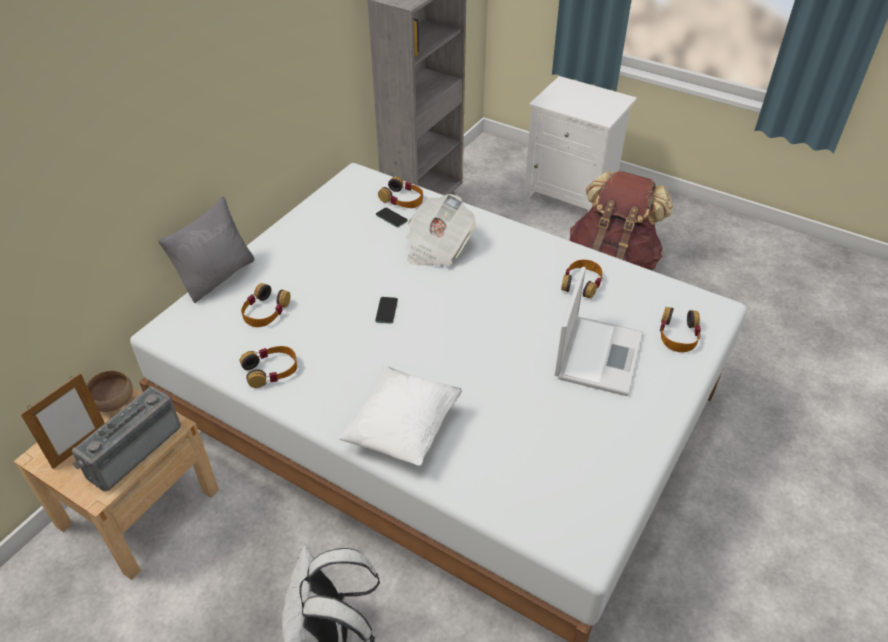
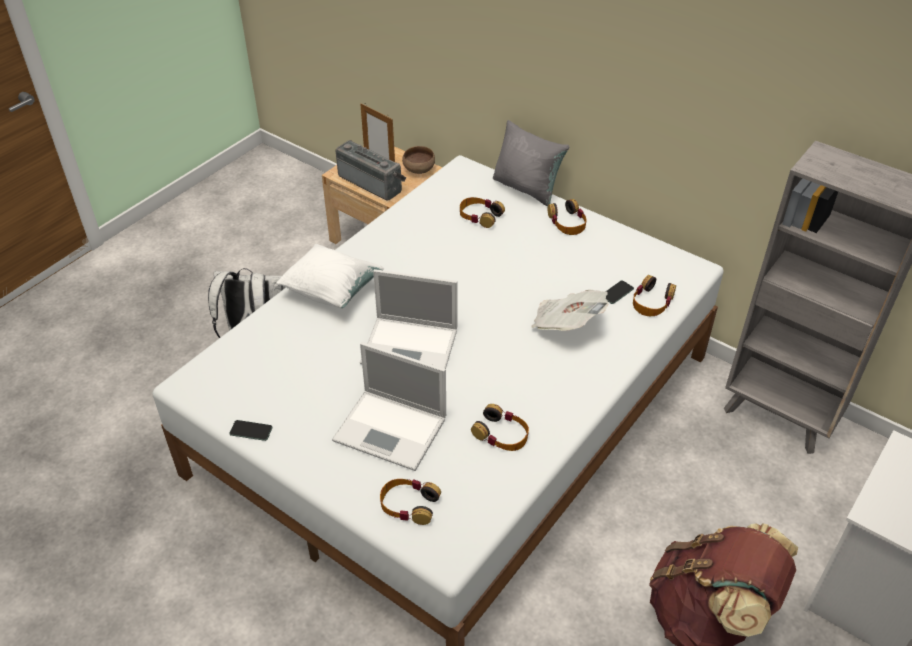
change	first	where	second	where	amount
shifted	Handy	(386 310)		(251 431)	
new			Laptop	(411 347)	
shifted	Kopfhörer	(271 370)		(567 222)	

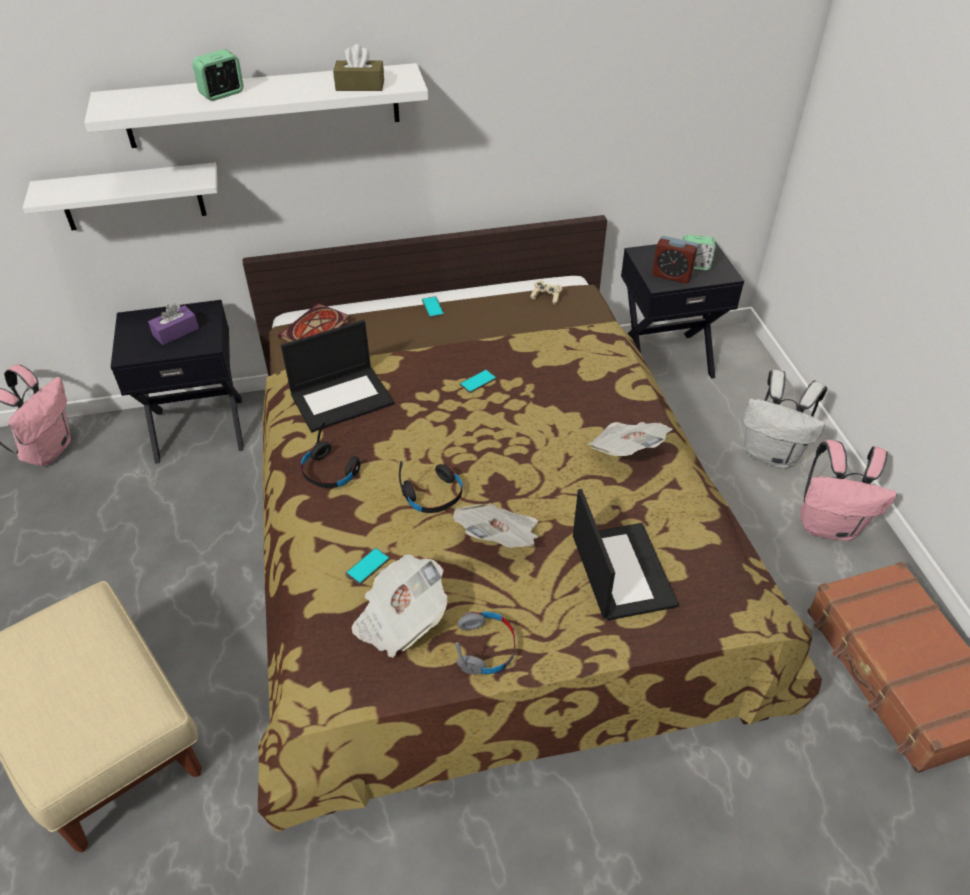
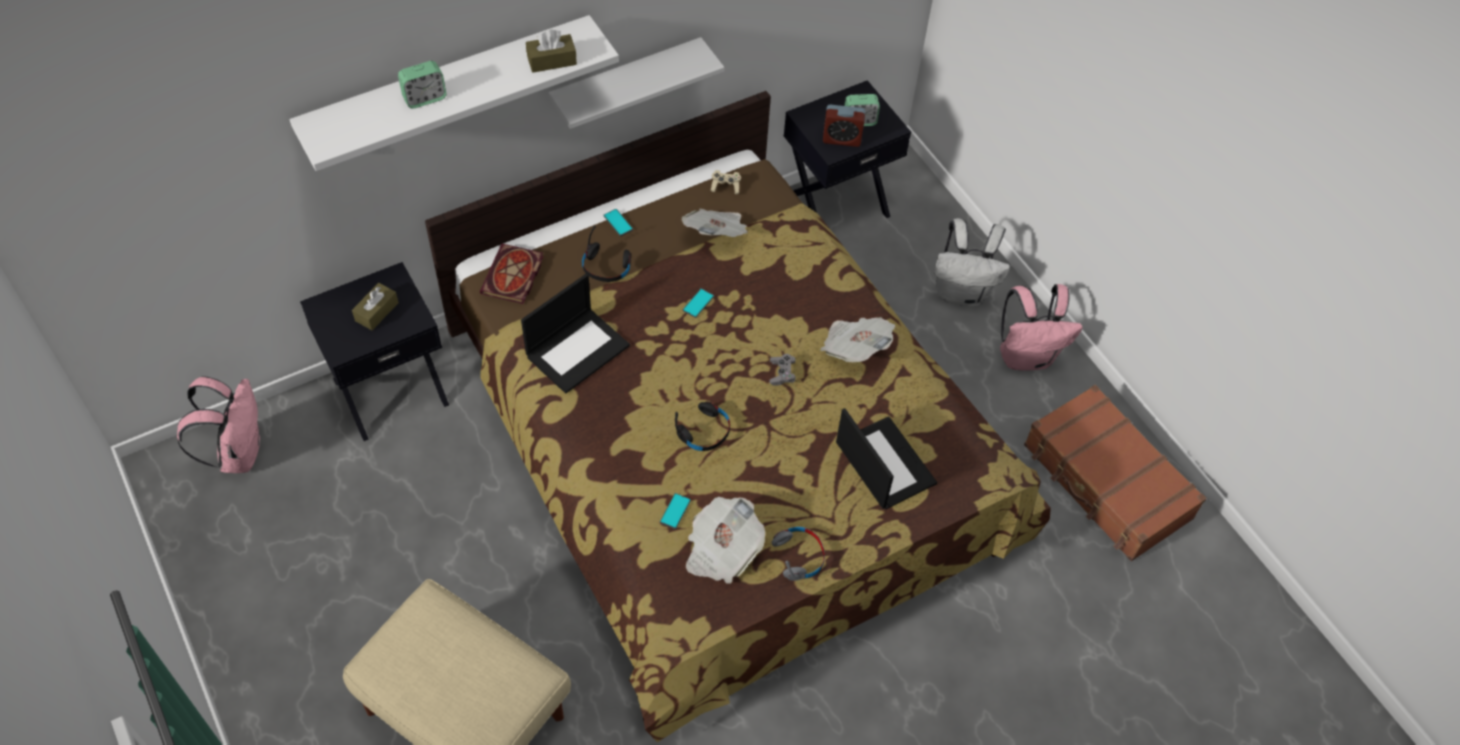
change	first	where	second	where	amount
repainted	Taschentuchbox [lila]	(176 332)	Taschentuchbox [braun]	(376 312)	
rotated	Wecker	(222 94)		(424 98)	150 degrees counterclockwise
shifted	Wandregal [weiß]	(132 197)		(626 83)	
shifted	Kopfhörer [schwarz]	(329 472)		(606 267)	
shifted	Zeitung	(499 539)		(716 234)	
new			Gamepad [grau]	(782 373)	

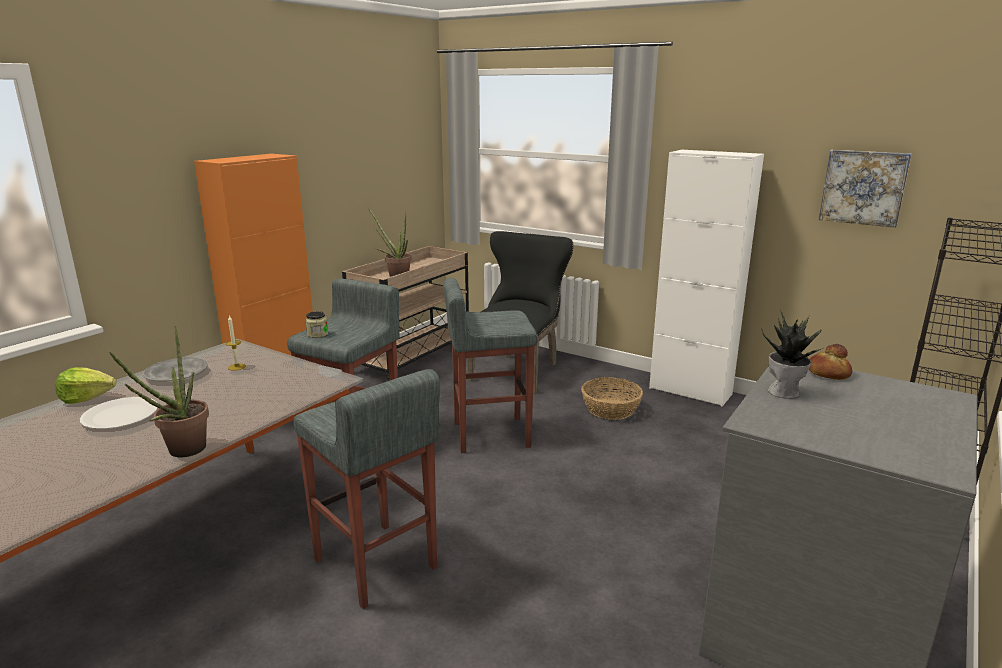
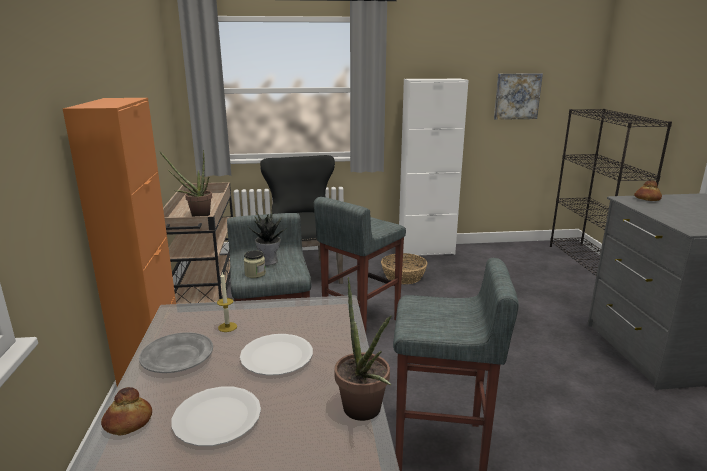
change	first	where	second	where	amount
swapped	Salatkopf	(87 398)	Brot	(128 422)	
new			Teller [weiß]	(277 356)	
shifted	Topfpflanze	(784 392)		(269 261)	

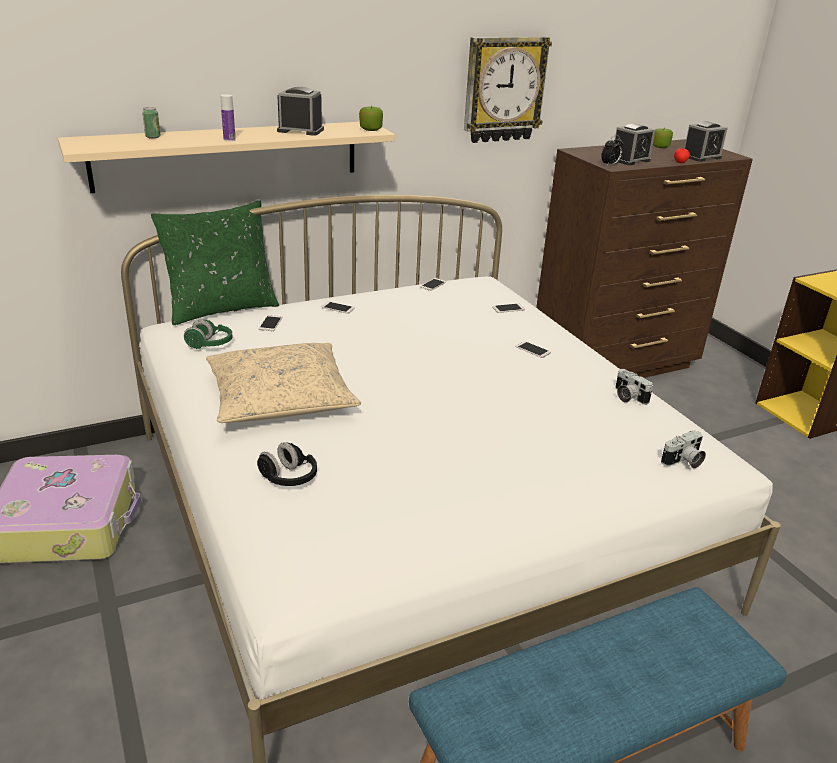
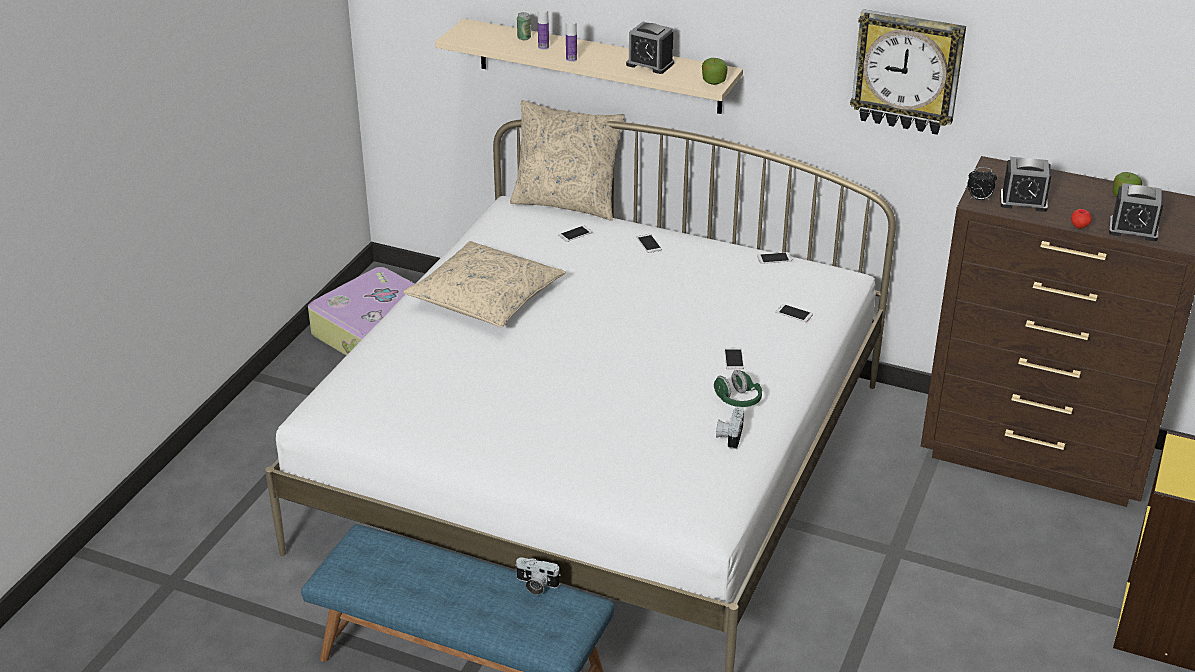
change	first	where	second	where	amount
repainted	Kissen [grün]	(221 308)	Kissen [beige]	(567 203)	
shifted	Kamera	(683 461)		(536 585)	
new			Flasche	(543 47)	
rotated	Wecker	(300 130)		(650 64)	150 degrees clockwise
shifted	Kopfhörer [grün]	(209 345)		(737 400)	
gone	Kopfhörer [schwarz]	(288 478)			

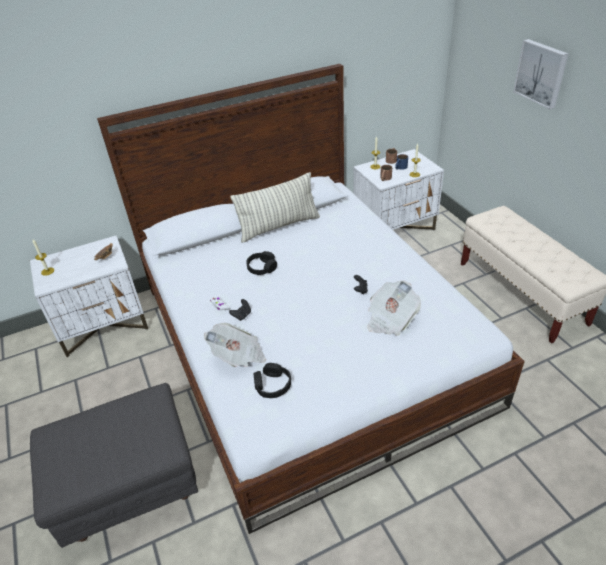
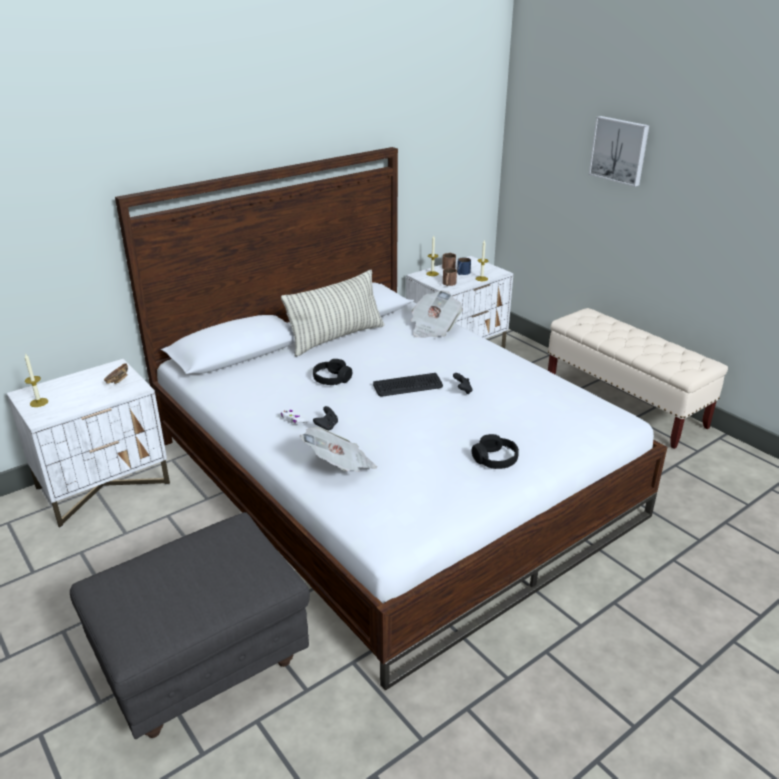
change	first	where	second	where	amount
new			Tastatur	(408 386)	
shifted	Zeitung	(390 319)		(433 328)	
shifted	Kopfhörer [schwarz]	(272 385)		(495 459)	

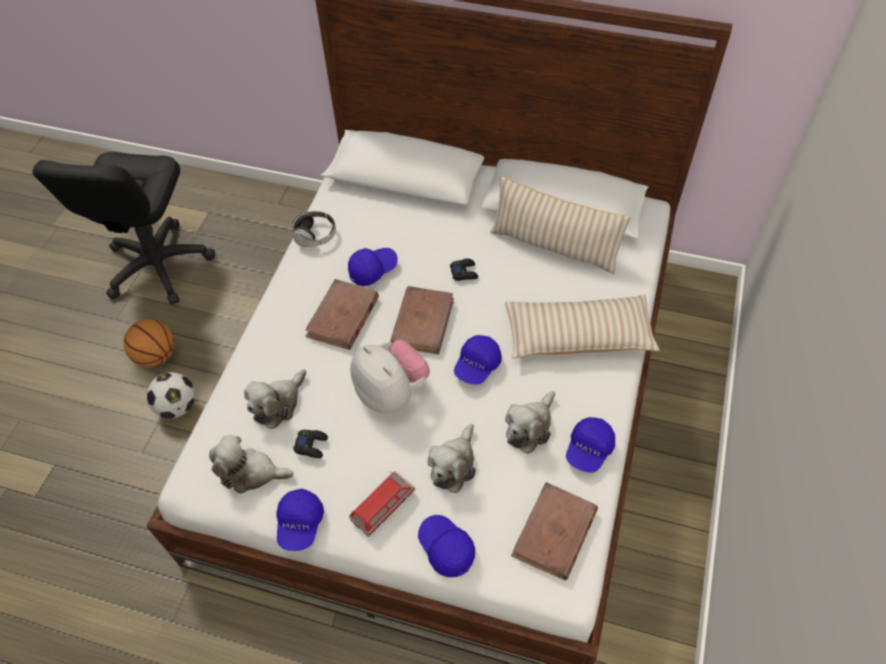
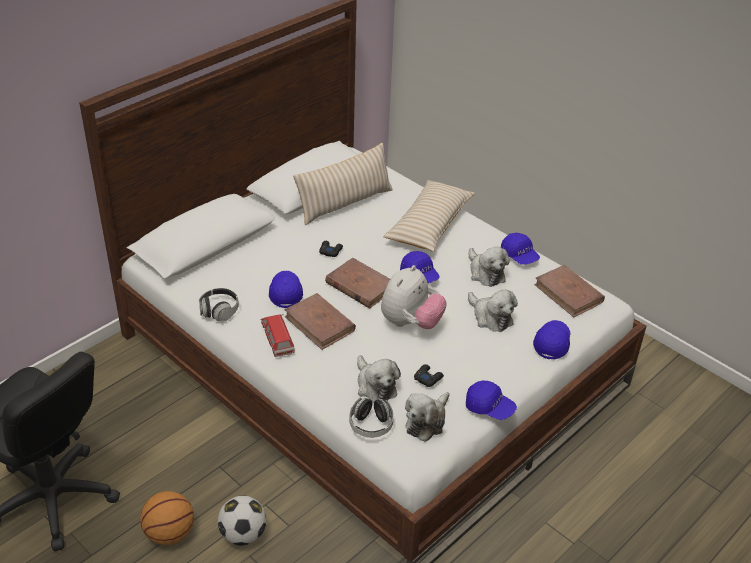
change	first	where	second	where	amount
shifted	Spielzeugauto	(383 506)		(278 340)	
new			Kopfhörer	(371 425)	
rotated	Plüschtier	(391 392)		(410 323)	135 degrees clockwise
rotated	Kappe [blau]	(446 548)		(552 343)	120 degrees clockwise

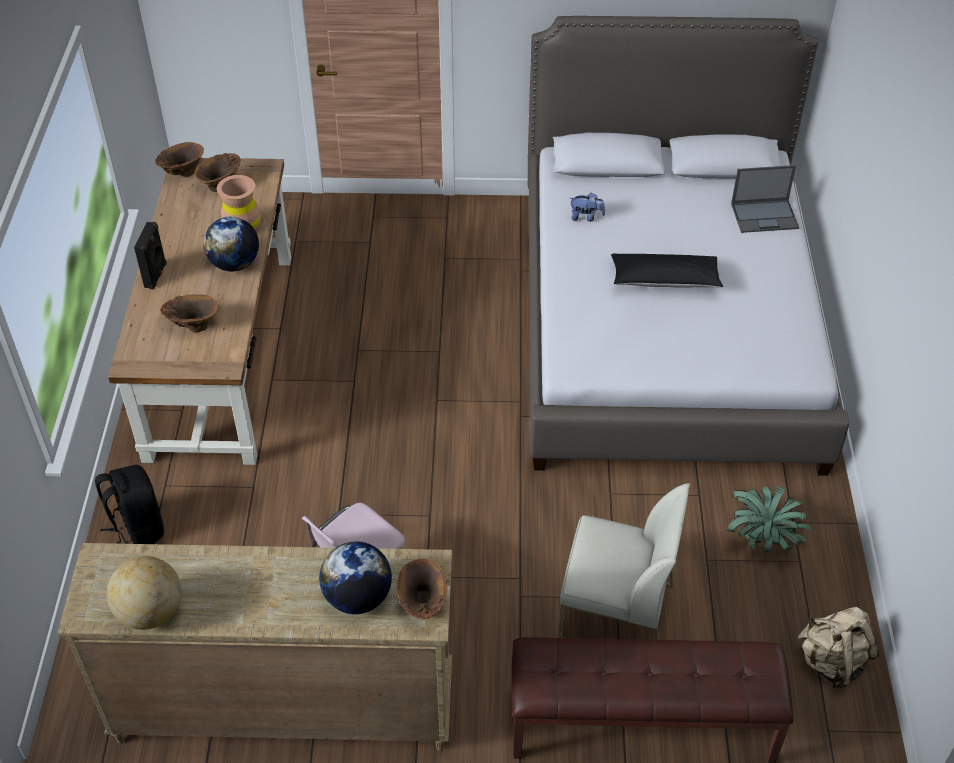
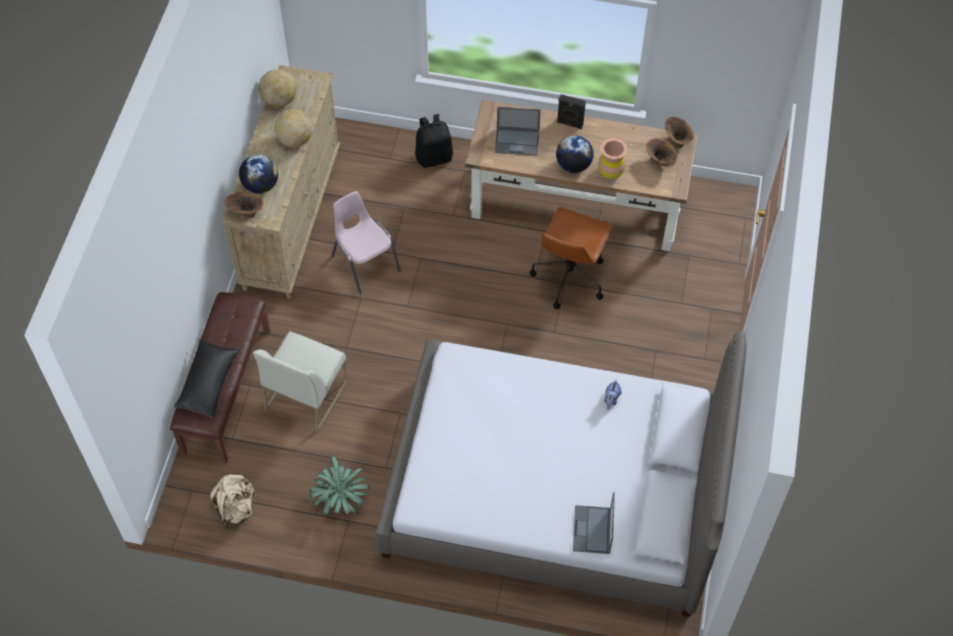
change	first	where	second	where	amount
shifted	Kissen [schwarz]	(664 280)		(208 383)	
new			Globus	(295 140)	
swapped	Vase [braun]	(193 326)	Laptop	(517 141)	
new			Bürostuhl [braun]	(569 277)	

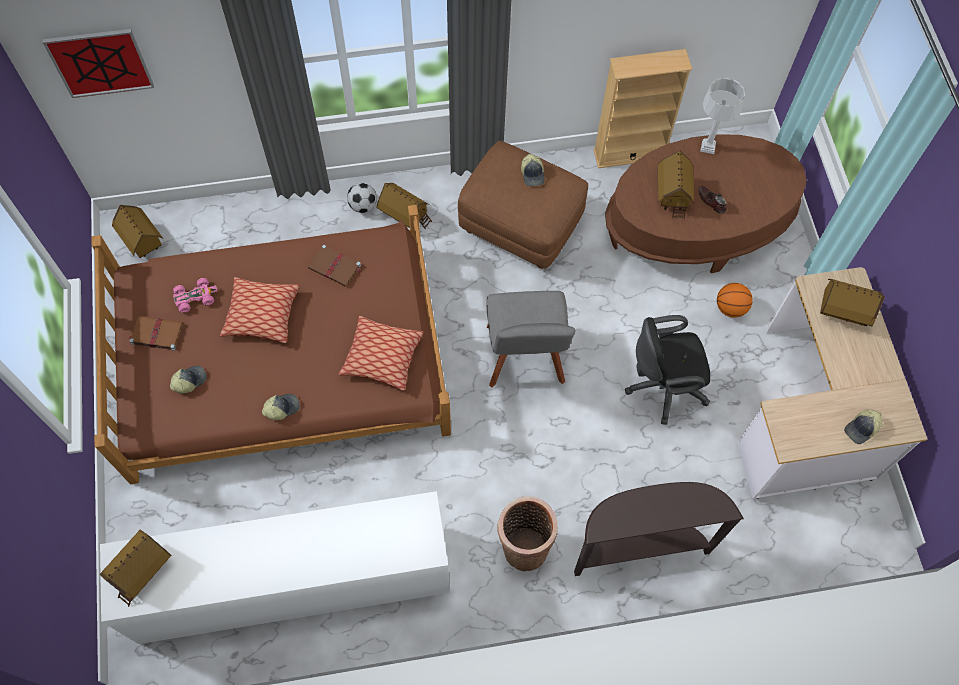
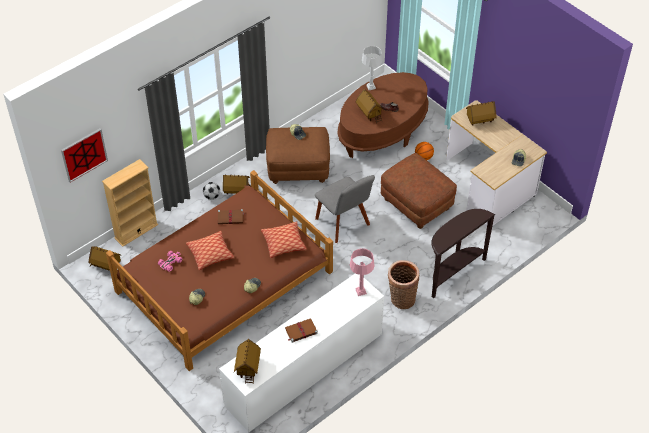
change	first	where	second	where	amount
shifted	Bücherregal [beige]	(629 154)		(136 231)	
shifted	Buch [braun]	(156 333)		(300 331)	
new			Tischlampe [rosa]	(361 291)	
swapped	Bürostuhl [schwarz]	(662 386)	Polsterhocker [braun]	(416 204)	

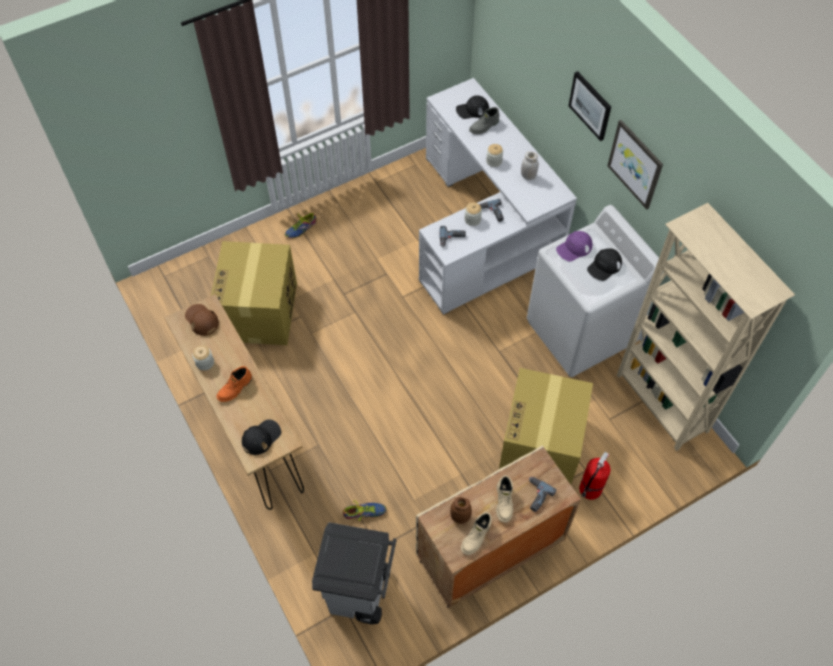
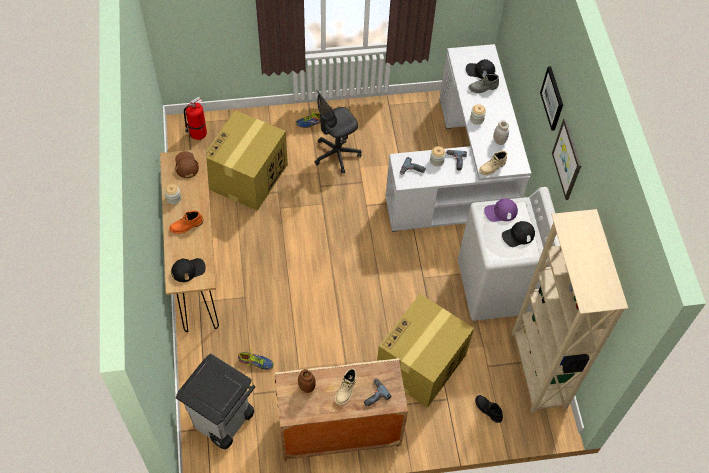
change	first	where	second	where	amount
shifted	Feuerlöscher	(590 490)		(197 133)	
new			Bürostuhl [grau]	(336 154)	
new			Stiefel [schwarz]	(487 410)	
shifted	Stiefel [beige]	(476 537)		(492 167)	

